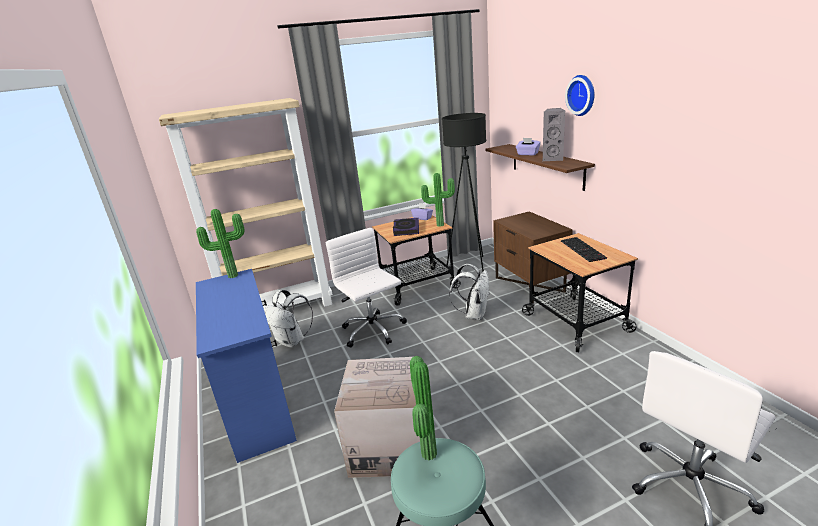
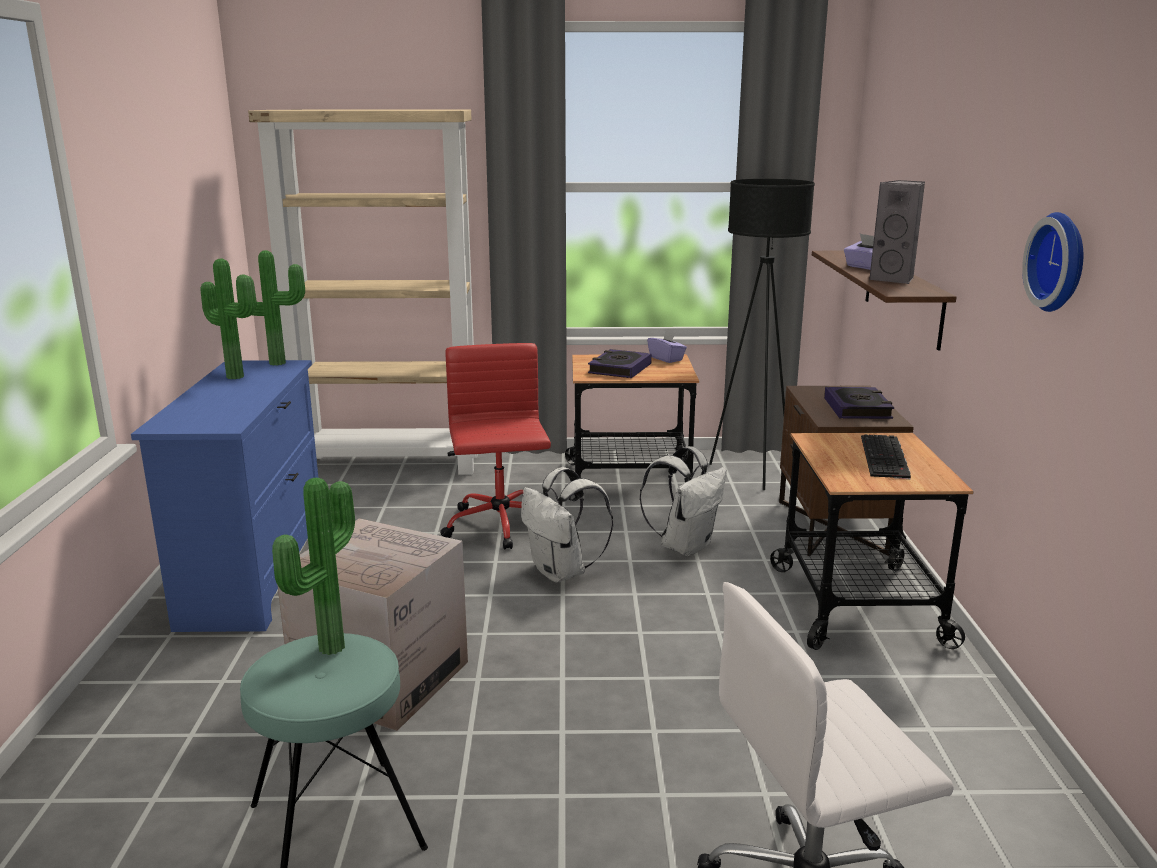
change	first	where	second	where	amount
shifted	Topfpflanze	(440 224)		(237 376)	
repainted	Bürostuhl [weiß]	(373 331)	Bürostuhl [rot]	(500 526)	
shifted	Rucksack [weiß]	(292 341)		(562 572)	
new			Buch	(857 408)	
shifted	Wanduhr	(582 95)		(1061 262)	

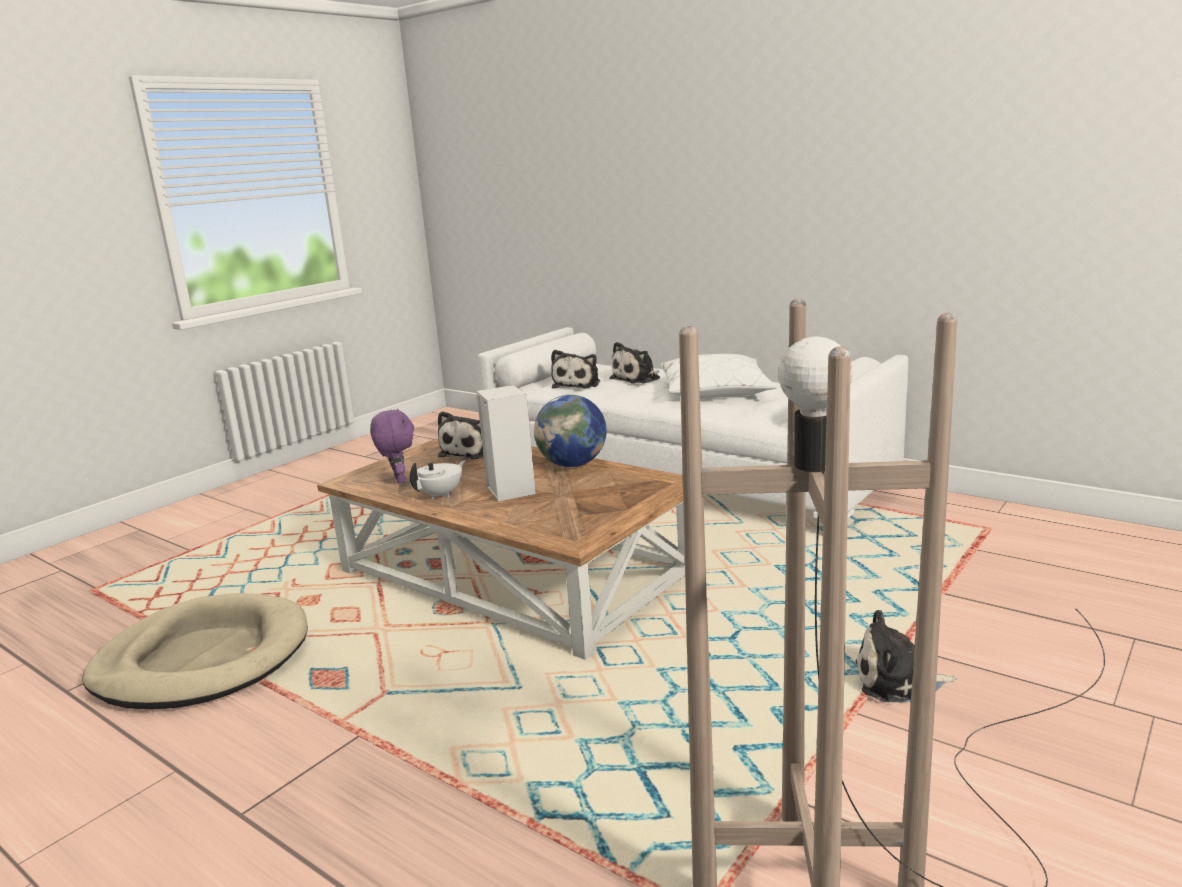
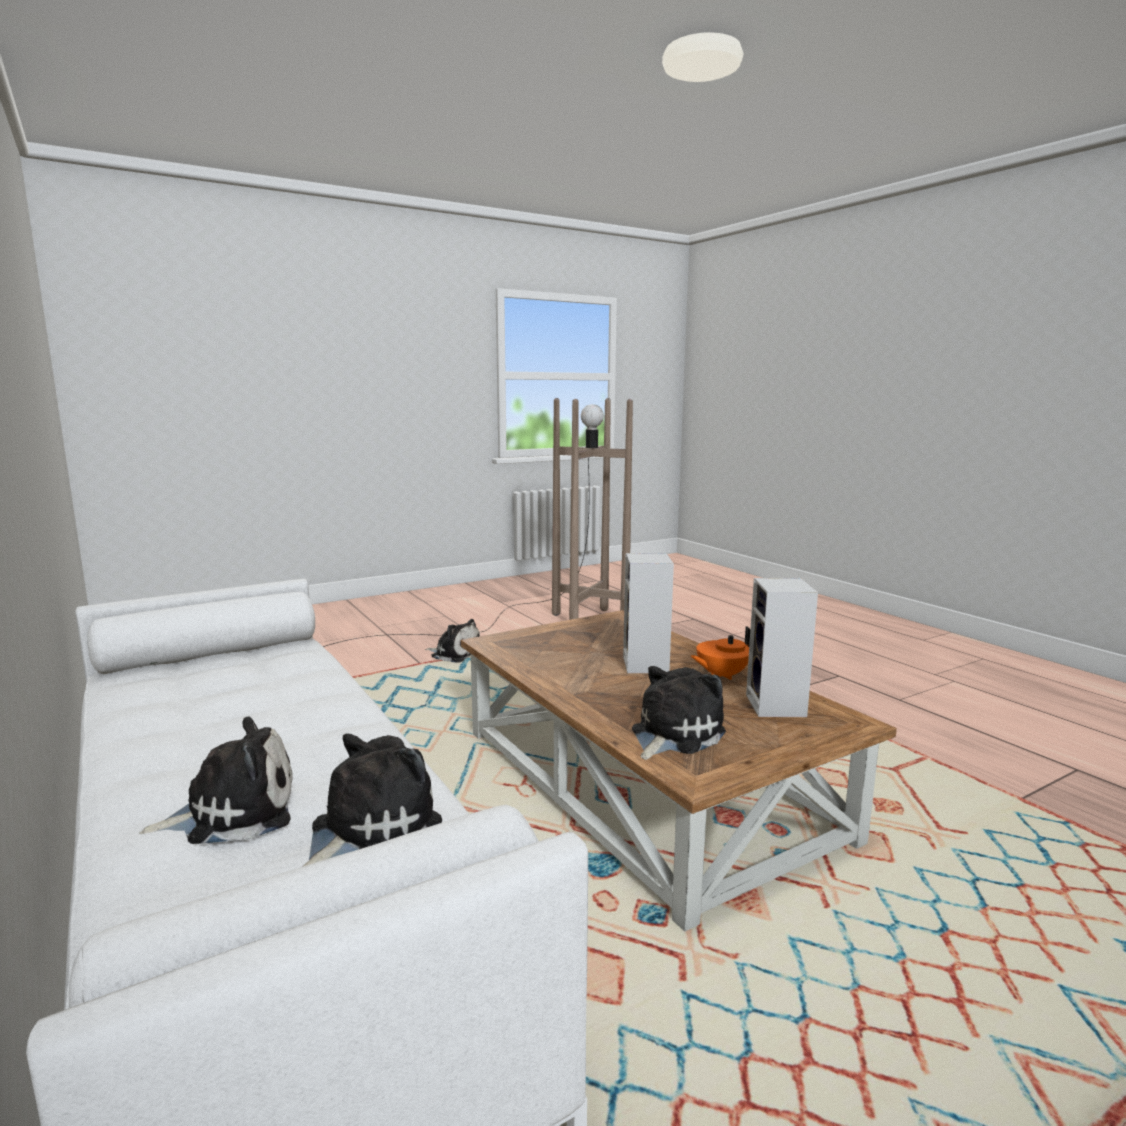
change	first	where	second	where	amount
repainted	Teekanne [weiß]	(441 495)	Teekanne [orange]	(721 675)	
swapped	Plüschtier [lila]	(398 480)	Lautsprecher	(777 707)	
gone	Hundebett [beige]	(203 659)			
gone	Globus	(573 464)			
gone	Kissen [weiß]	(715 391)			

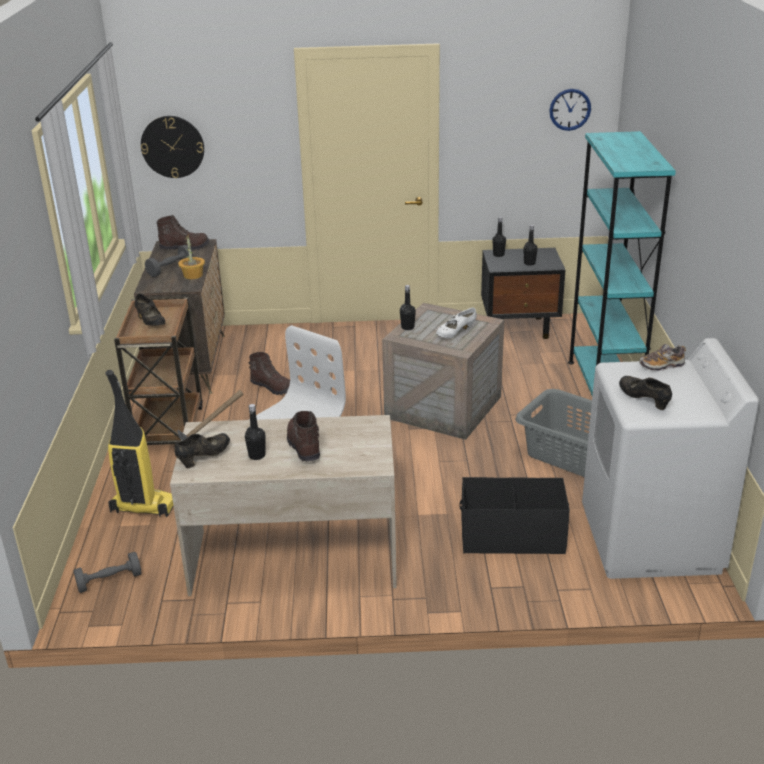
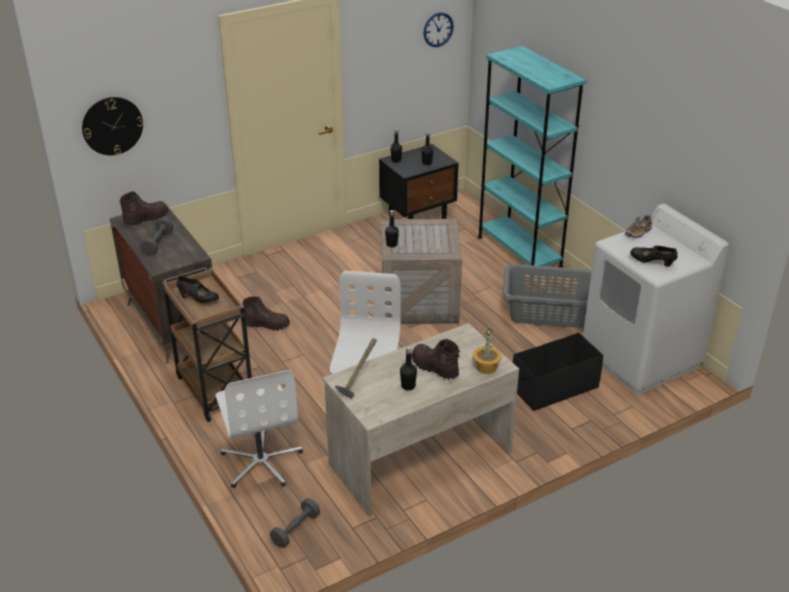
change	first	where	second	where	amount
swapped	Staubsauger	(143 507)	Bürostuhl [weiß]	(261 462)	
shifted	Topfpflanze	(193 275)		(486 367)	
gone	Schuh [schwarz]	(204 457)			
gone	Schuh [weiß]	(456 334)			

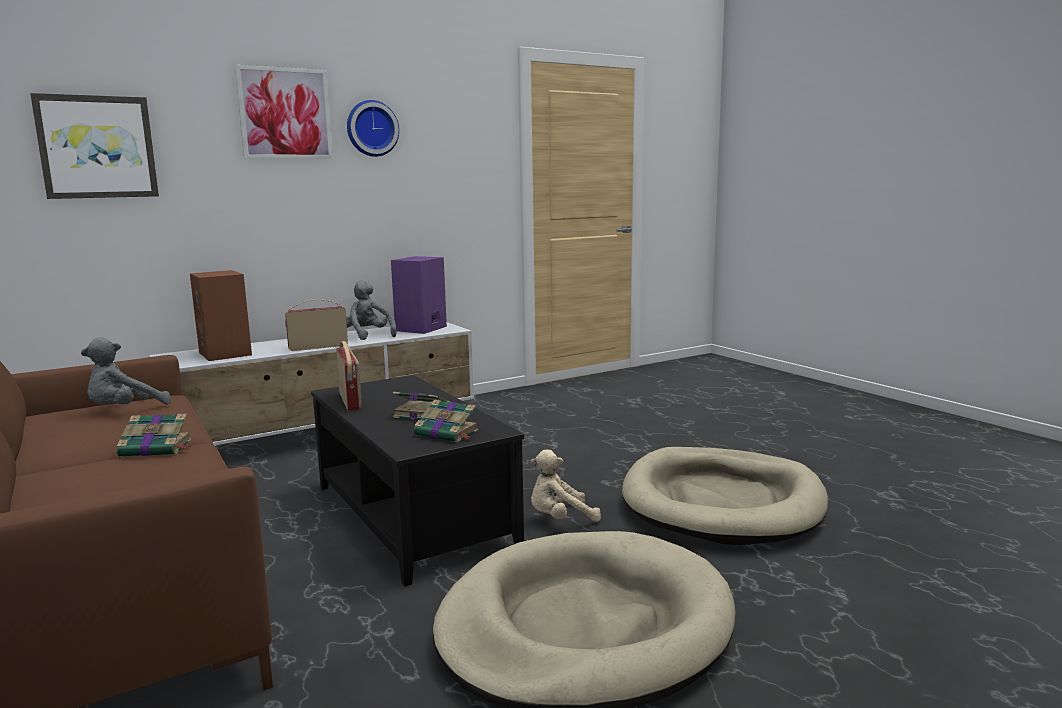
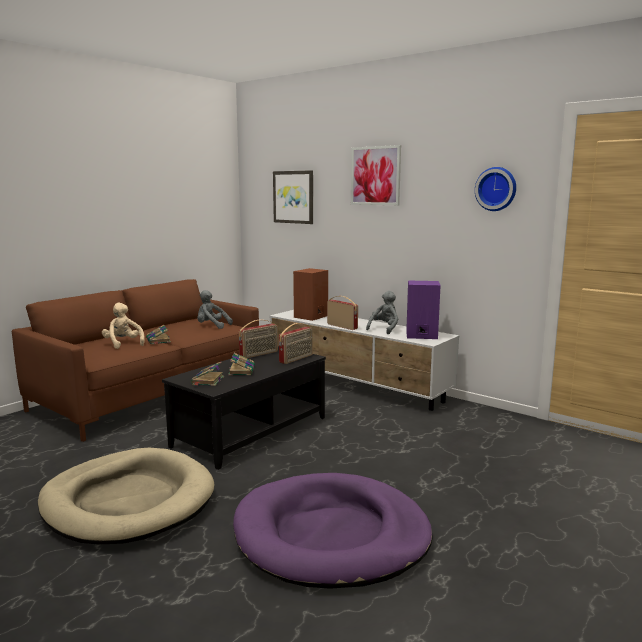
change	first	where	second	where	amount
shifted	Plüschtier [beige]	(560 519)		(123 344)	
repainted	Hundebett [beige]	(722 502)	Hundebett [lila]	(331 535)	
new			Radio	(296 359)	
shifted	Wanduhr	(371 128)		(496 189)	

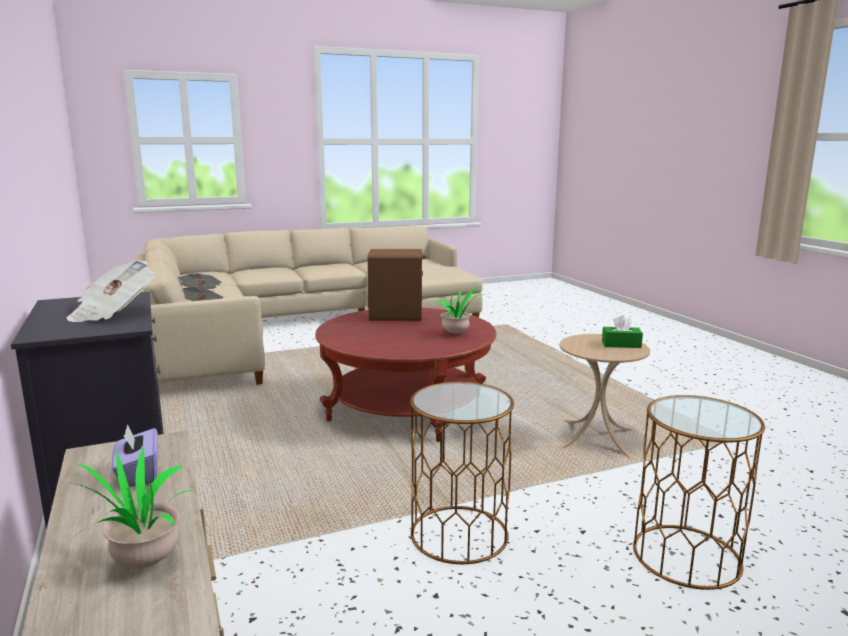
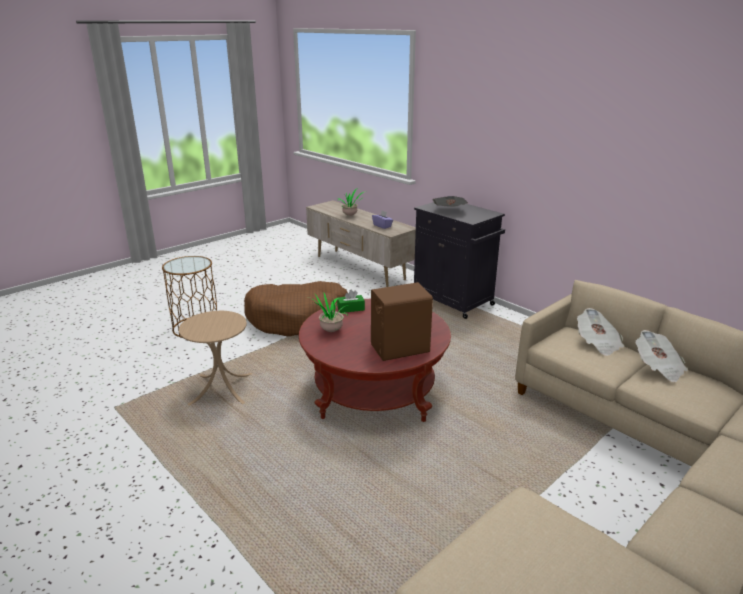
change	first	where	second	where	amount
swapped	Beistelltisch [braun]	(459 534)	Hundebett [braun]	(298 318)	
shifted	Taschentuchbox [grün]	(621 344)		(351 308)	

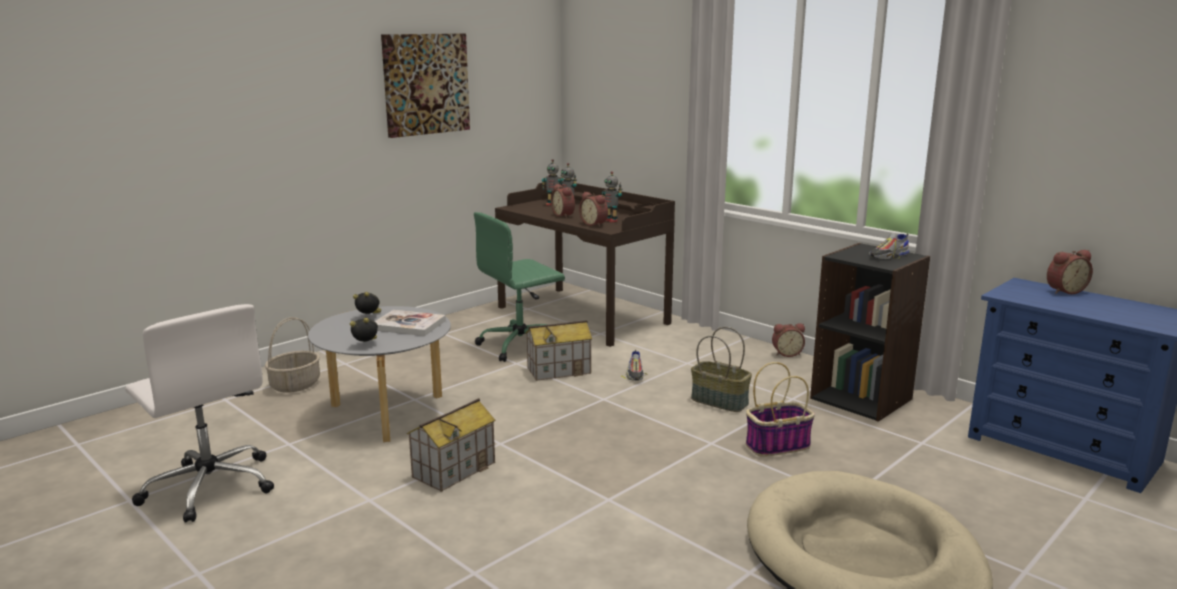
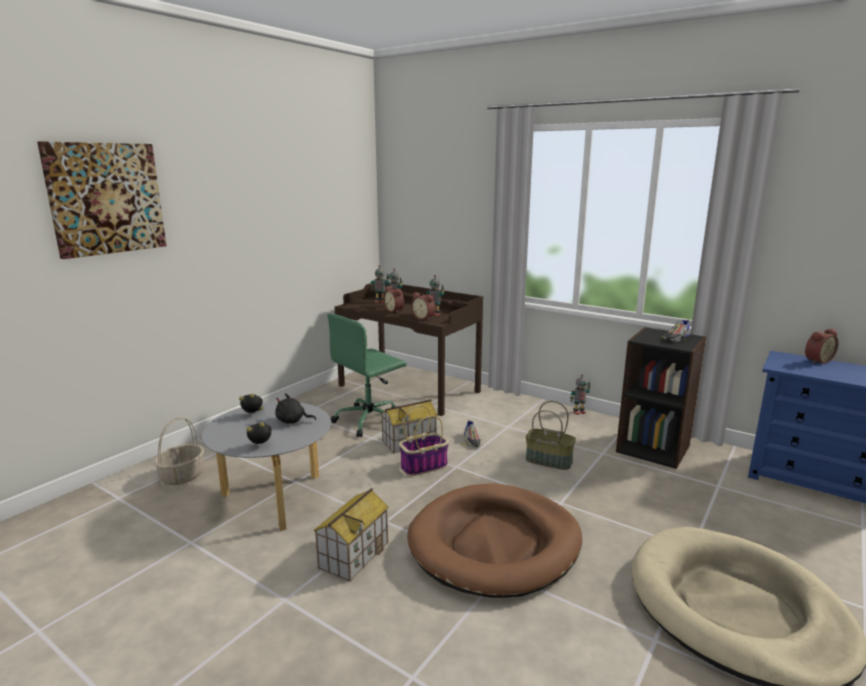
change	first	where	second	where	amount
shifted	Bild	(425 84)		(106 198)	
swapped	Buch	(408 325)	Plüschtier [schwarz]	(292 421)	
shifted	Korb	(778 445)		(424 466)	
new			Hundebett [braun]	(495 543)	
swapped	Wecker	(786 353)	Spielzeugroboter	(578 412)	
gone	Bürostuhl [weiß]	(210 486)			

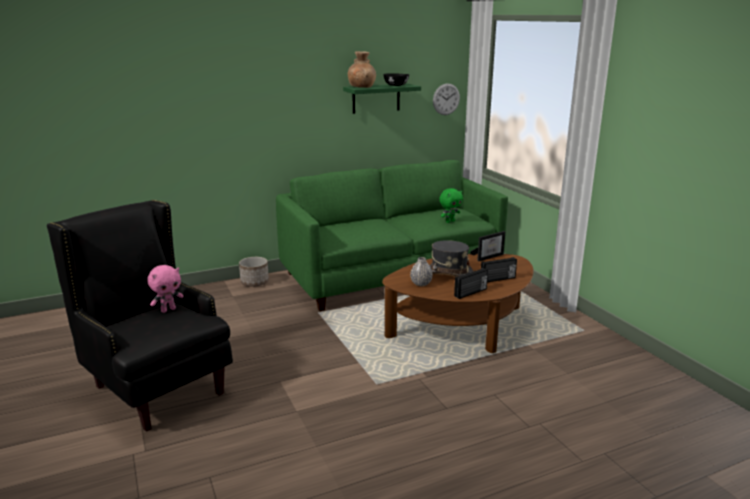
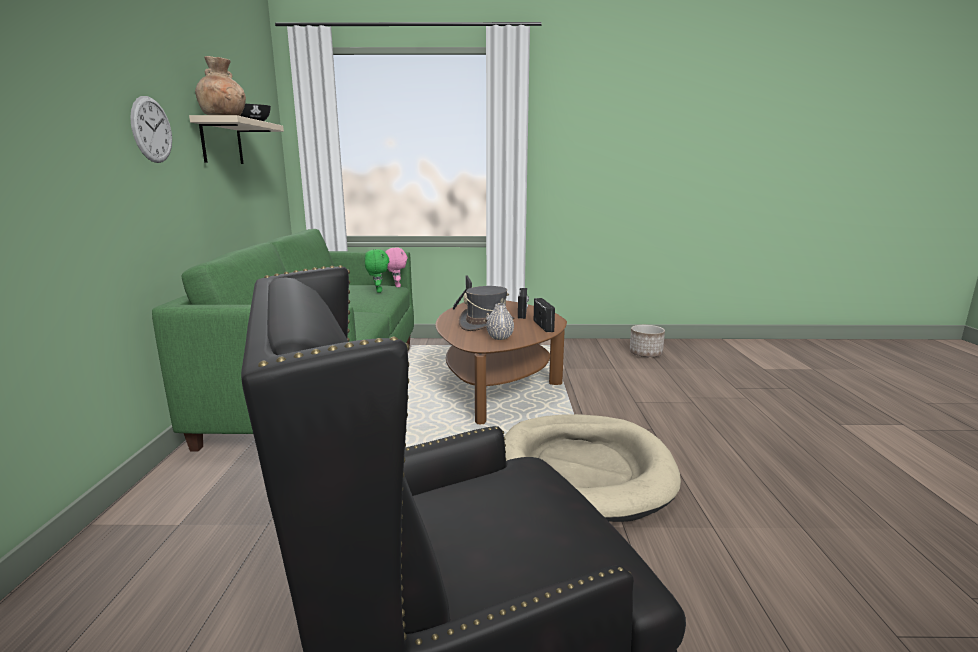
change	first	where	second	where	amount
shifted	Wanduhr	(446 99)		(152 130)	
repainted	Wandregal [grün]	(376 98)	Wandregal [beige]	(221 142)	
shifted	Plüschtier [rosa]	(168 310)		(396 286)	
new			Hundebett [beige]	(584 470)	
shifted	Pflanzkübel	(255 282)		(645 354)	

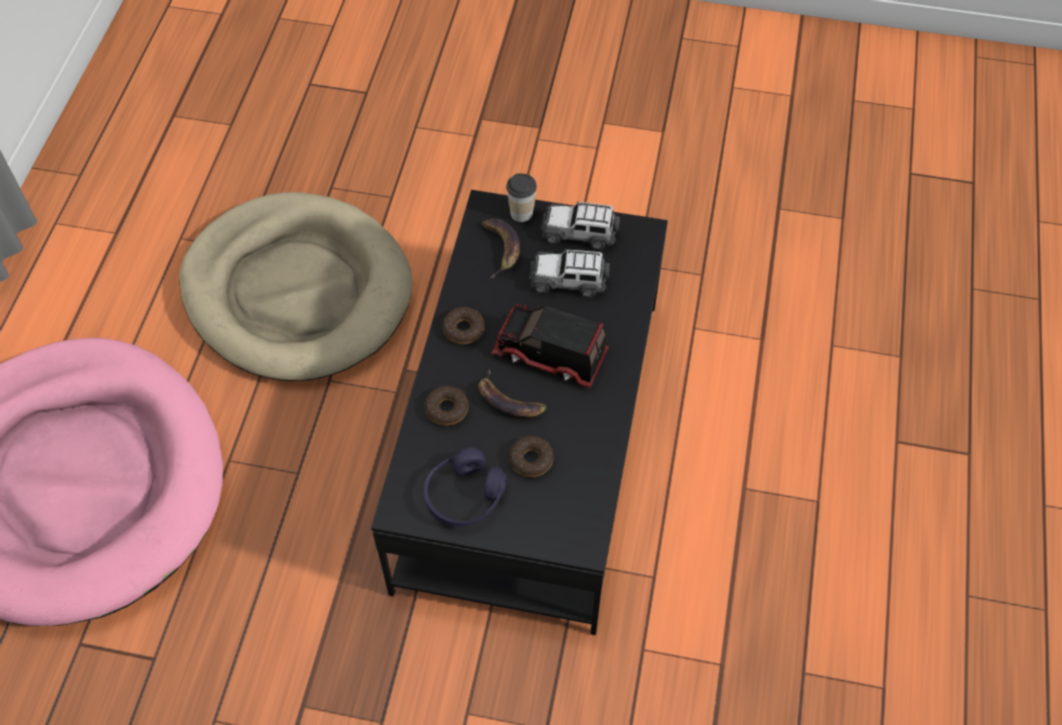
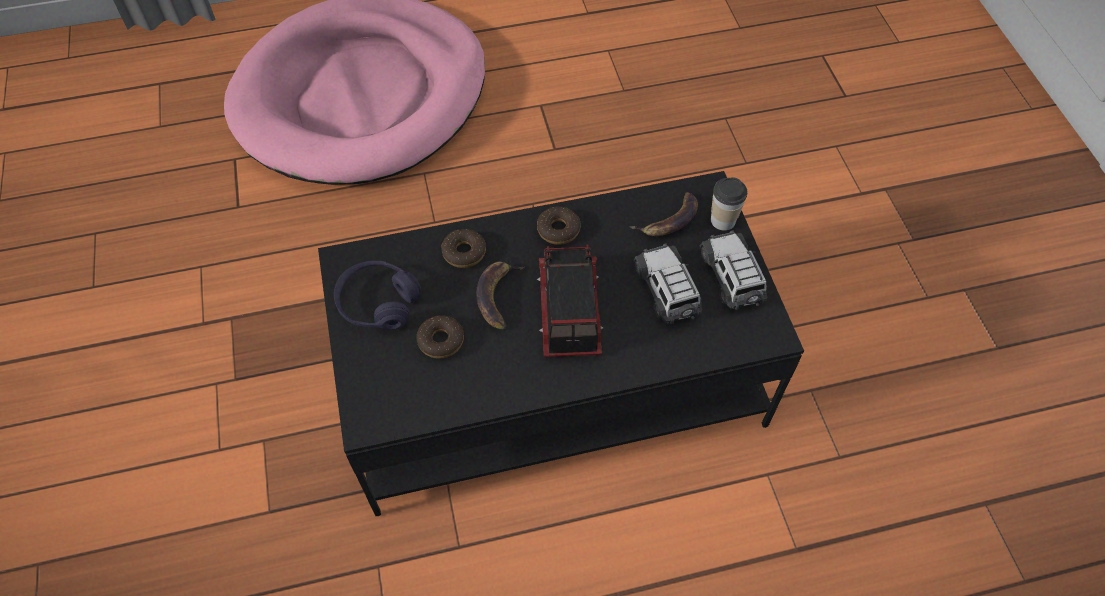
change	first	where	second	where	amount
gone	Hundebett [beige]	(298 291)			

